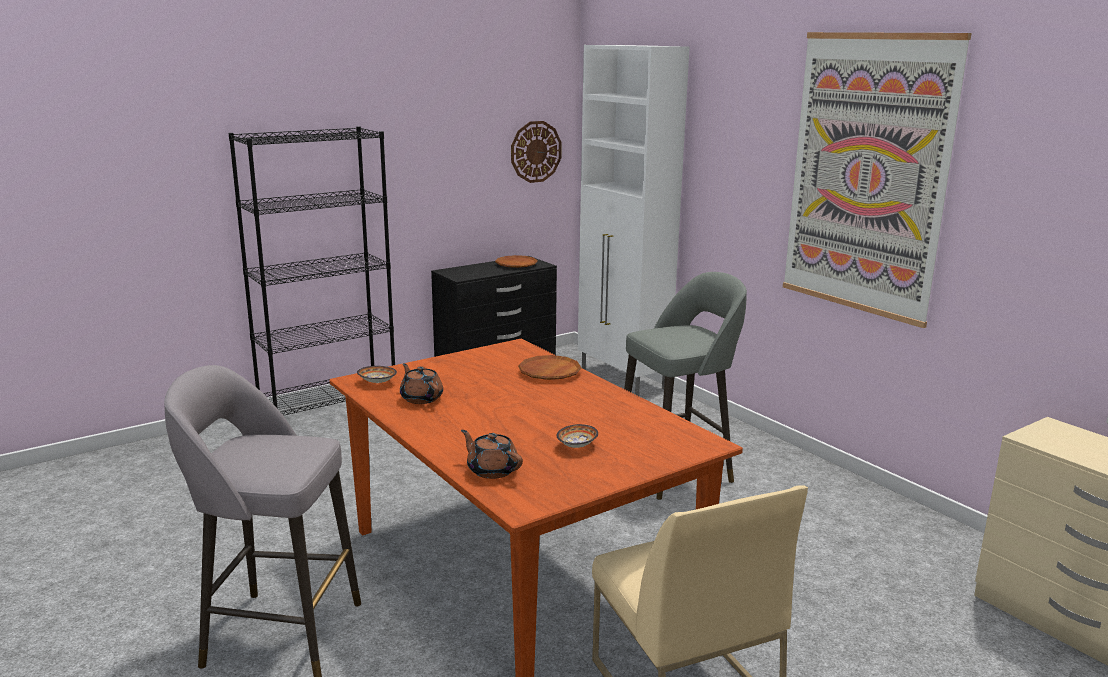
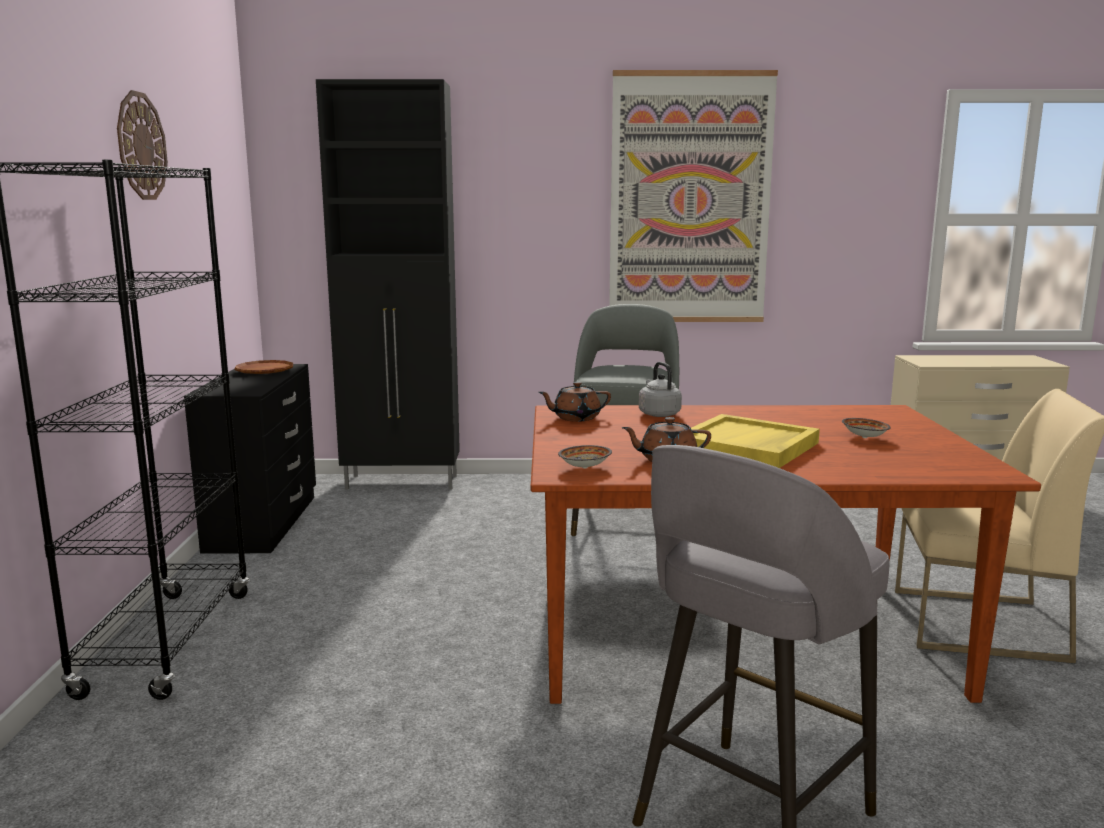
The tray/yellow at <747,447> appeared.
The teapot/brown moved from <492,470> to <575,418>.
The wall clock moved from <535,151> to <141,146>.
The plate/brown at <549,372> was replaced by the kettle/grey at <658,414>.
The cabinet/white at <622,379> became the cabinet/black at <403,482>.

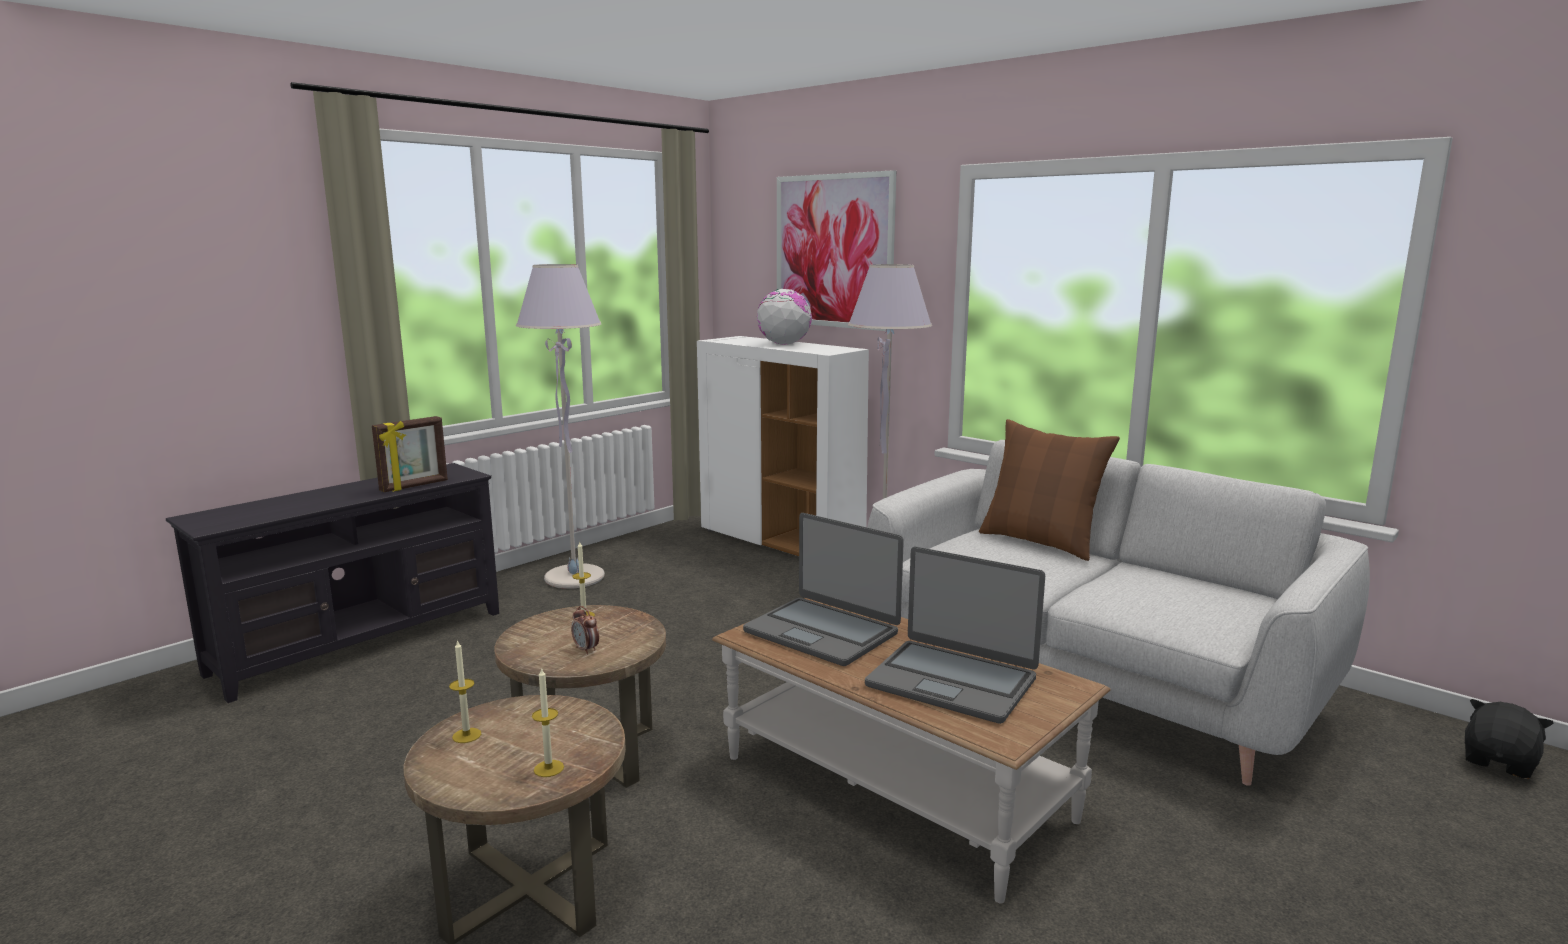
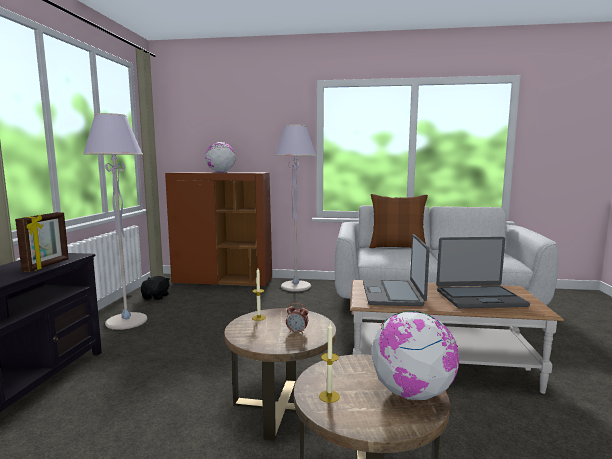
The picture at <833,251> disappeared.
The plush toy/black moved from <1500,762> to <156,297>.
The candle at <548,768> was replaced by the globe at <412,393>.
The cabinet/white at <781,542> became the cabinet/brown at <223,281>.
The laptop at <822,632> turned 90 degrees clockwise.

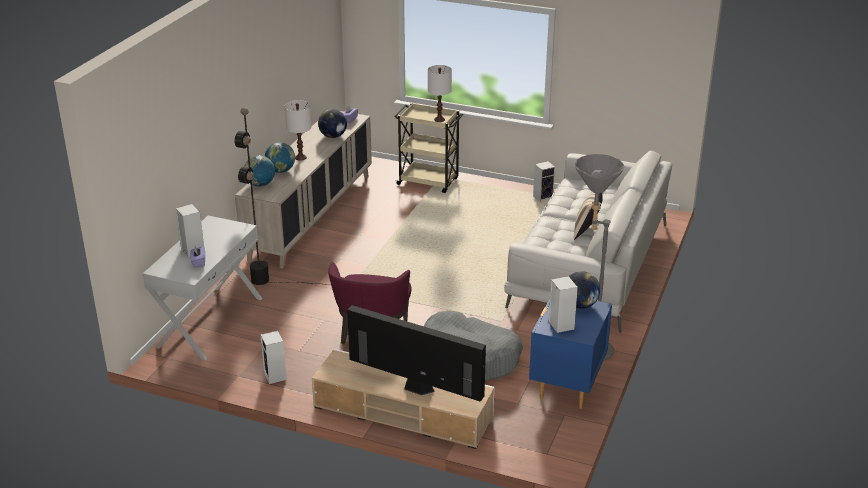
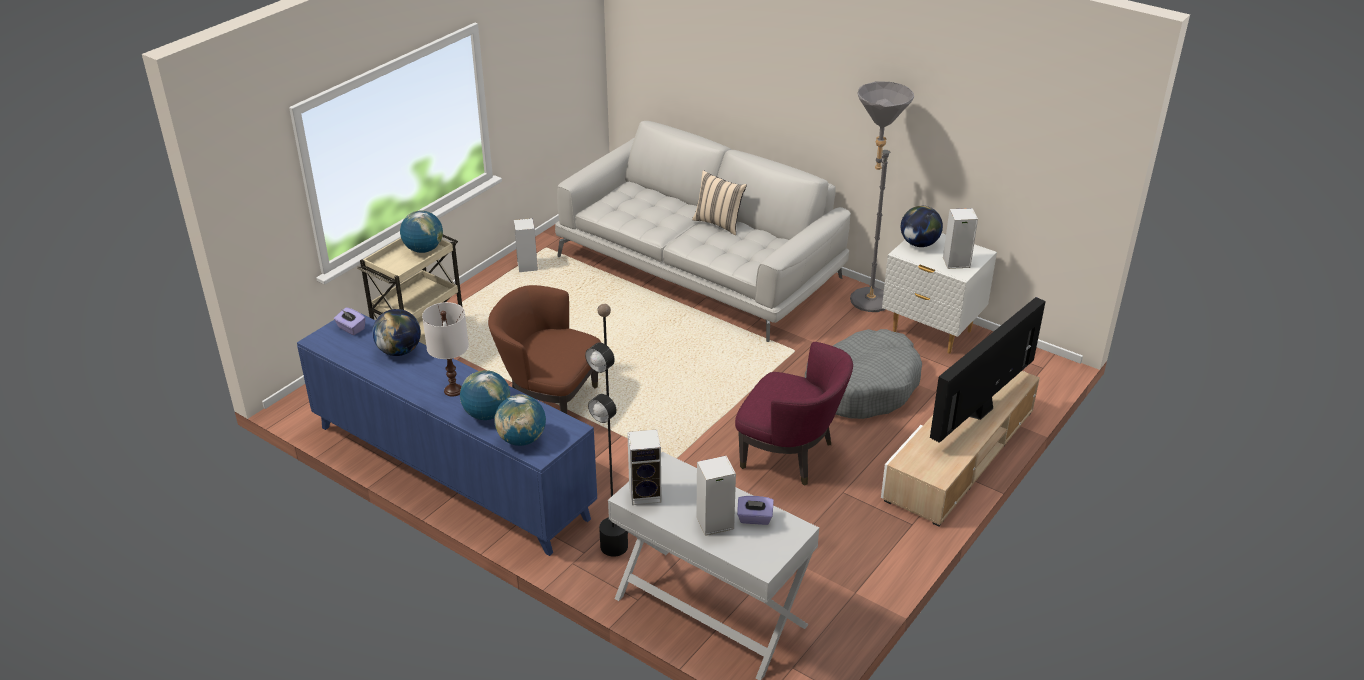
The armchair/brown at <549,400> appeared.
The speaker moved from <276,377> to <646,494>.
The table lamp/white at <439,119> was replaced by the globe at <424,249>.
The cabinet/beige at <310,216> became the cabinet/blue at <450,472>.
The nightstand/blue at <567,386> became the nightstand/white at <931,332>.

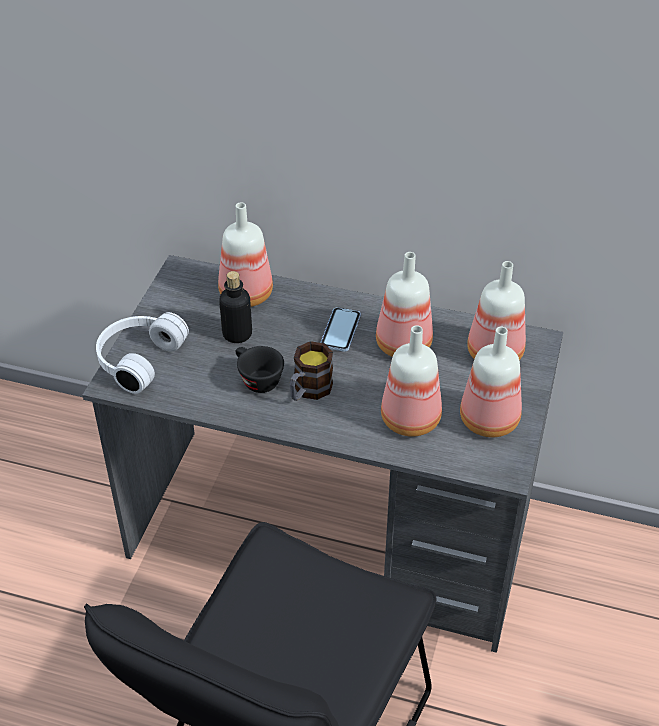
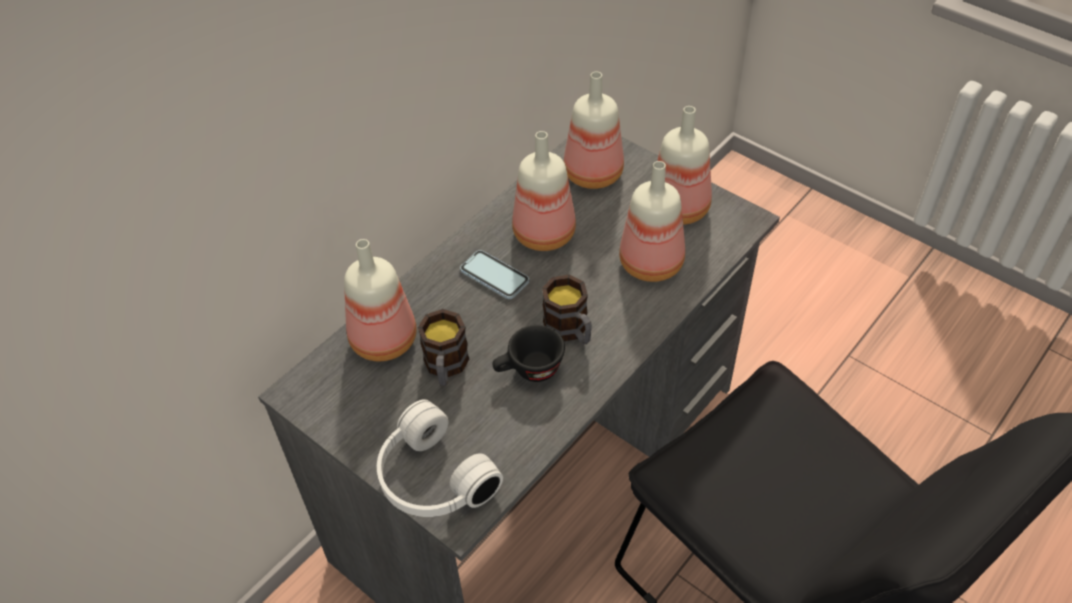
The bottle at <237,334> was replaced by the mug at <445,367>.

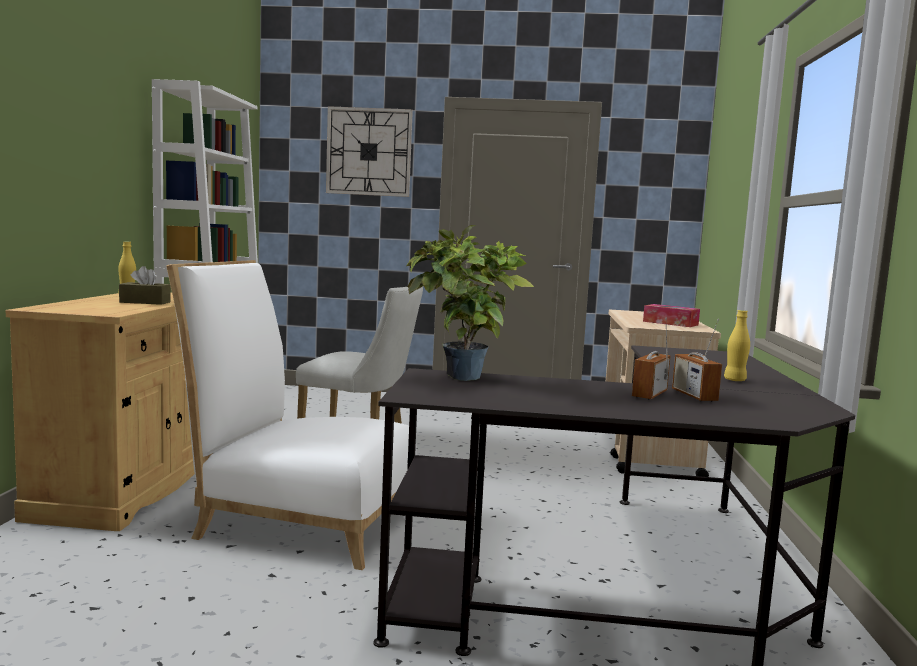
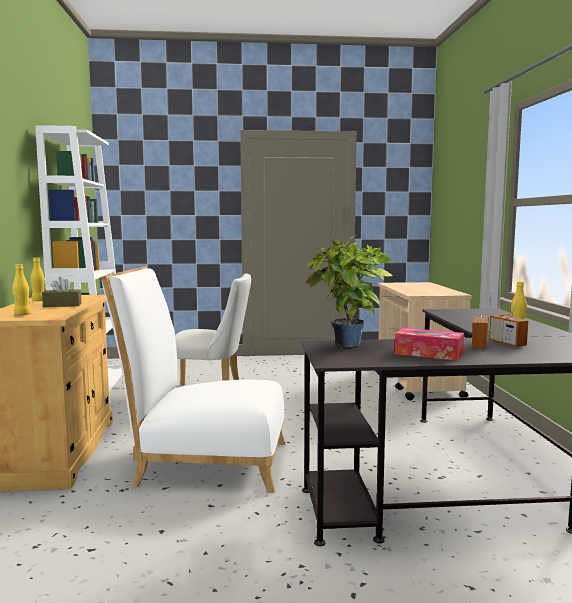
The wall clock at <369,152> disappeared.
The bottle/yellow at <22,315> appeared.
The tissue box moved from <670,323> to <429,353>.

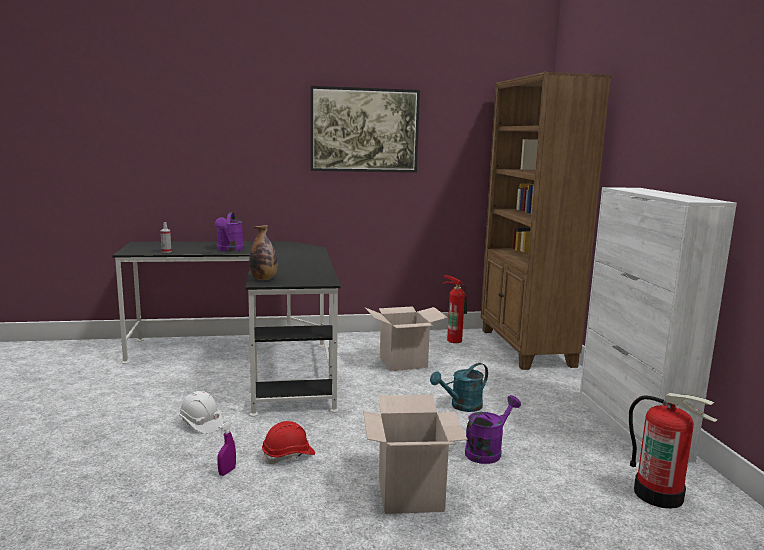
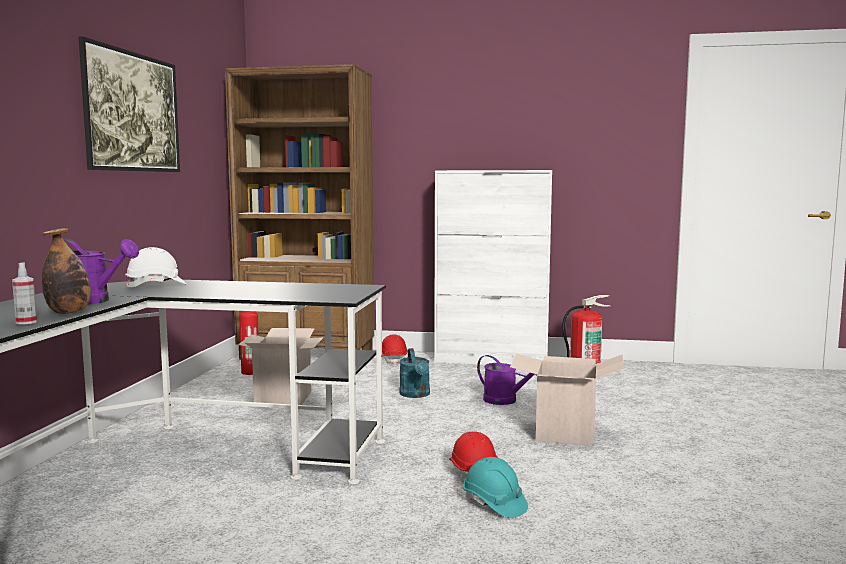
The hard hat/red at <393,359> appeared.
The hard hat/white moved from <200,423> to <156,286>.
The bottle moved from <264,279> to <69,312>.
The spray bottle/purple at <227,471> was replaced by the hard hat/turquoise at <494,504>.
The watering can/purple at <487,451> turned 150 degrees clockwise.

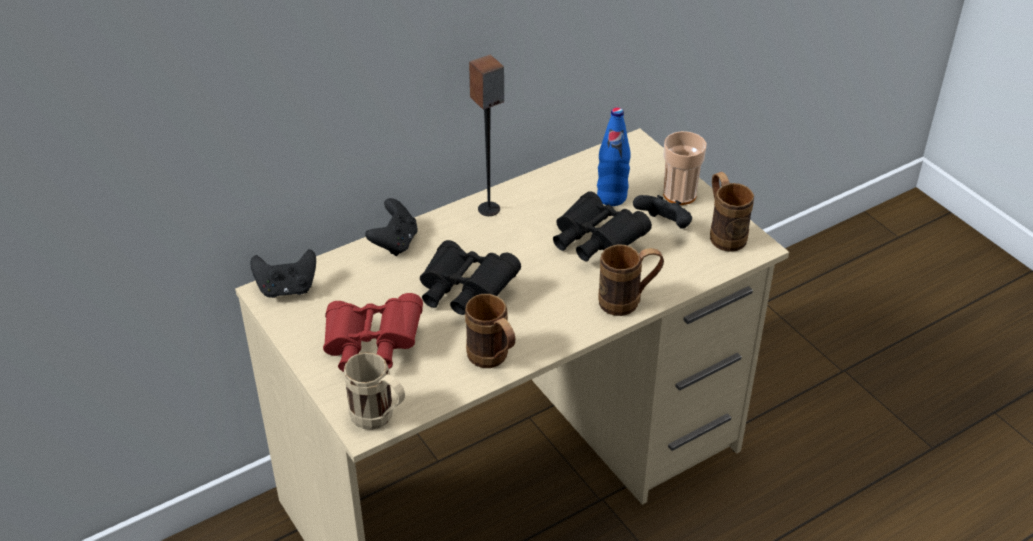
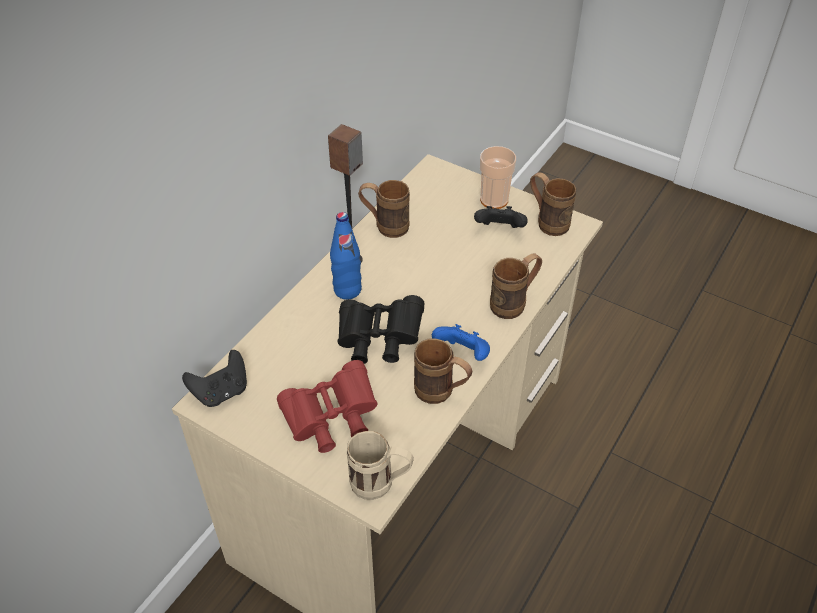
The game controller/black at <395,243> disappeared.
The binoculars/black at <595,242> disappeared.
The mug/brown at <385,226> appeared.
The game controller/blue at <463,354> appeared.
The bottle/blue moved from <611,197> to <347,290>.

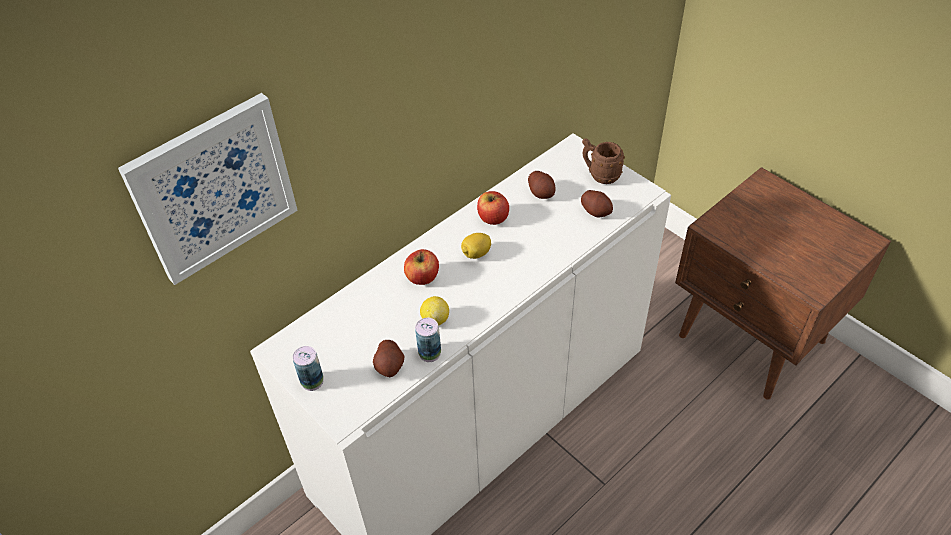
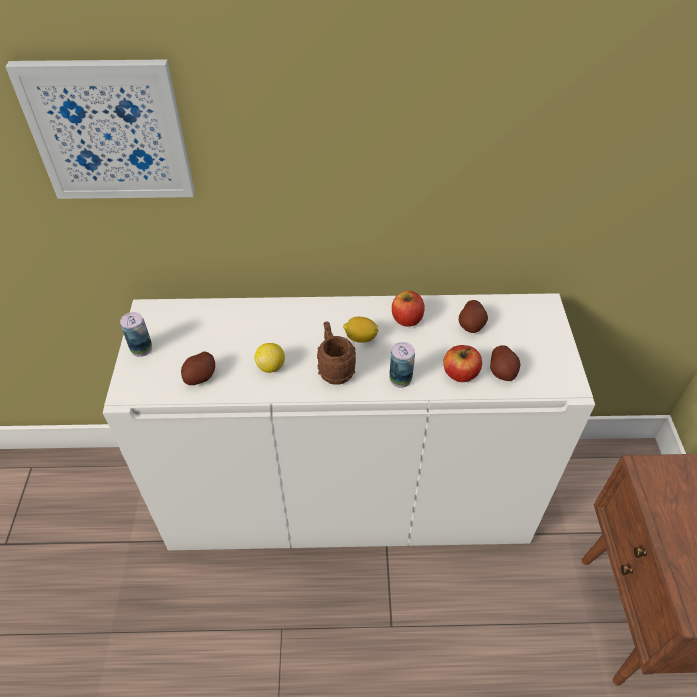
The apple moved from <422,277> to <460,374>.
The can moved from <429,353> to <400,379>.
The mug/brown moved from <600,174> to <334,369>.

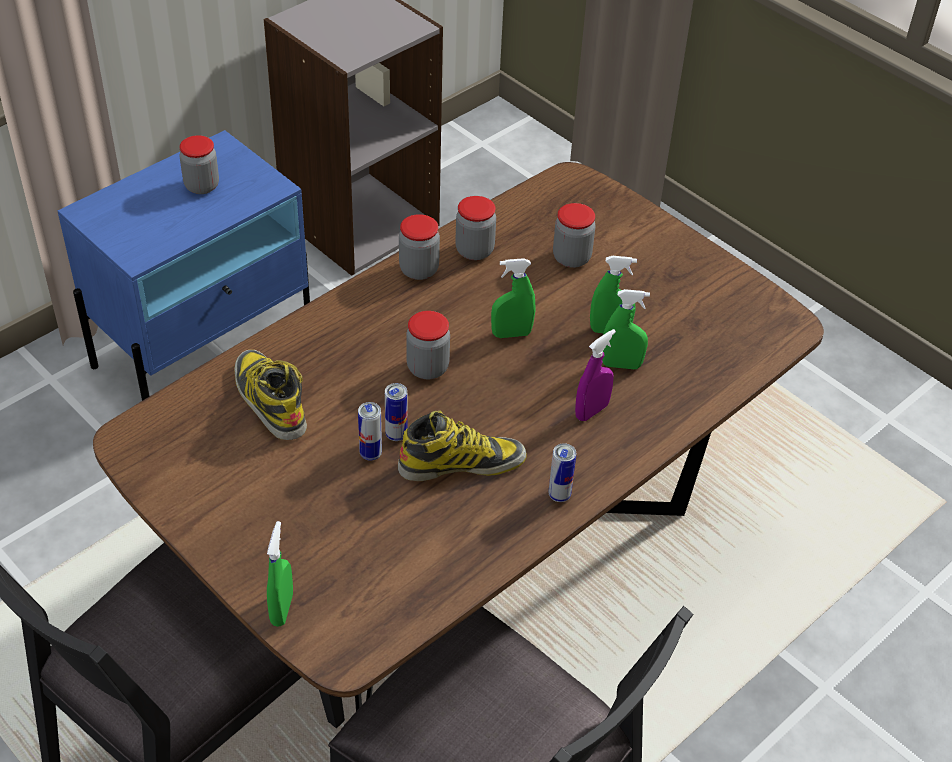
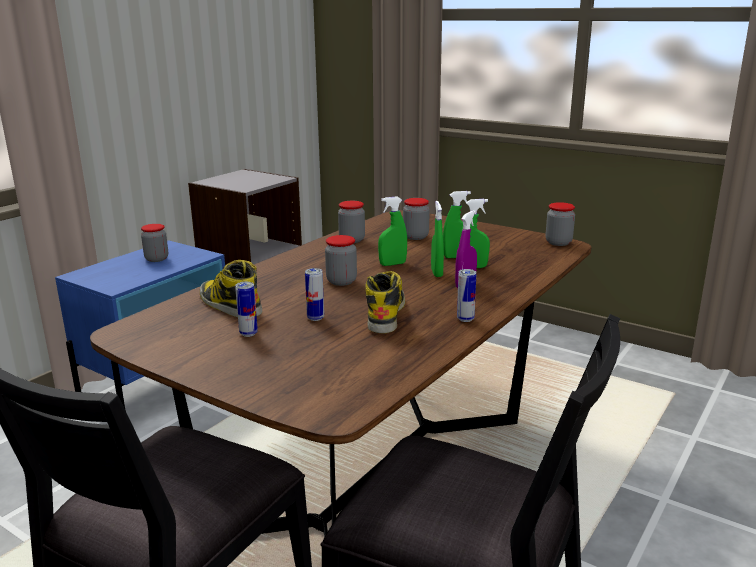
The spray bottle/green moved from <282,609> to <436,273>.
The can moved from <396,435> to <248,333>.
The jar moved from <419,270> to <558,242>.
The boot at <461,463> turned 60 degrees counterclockwise.

